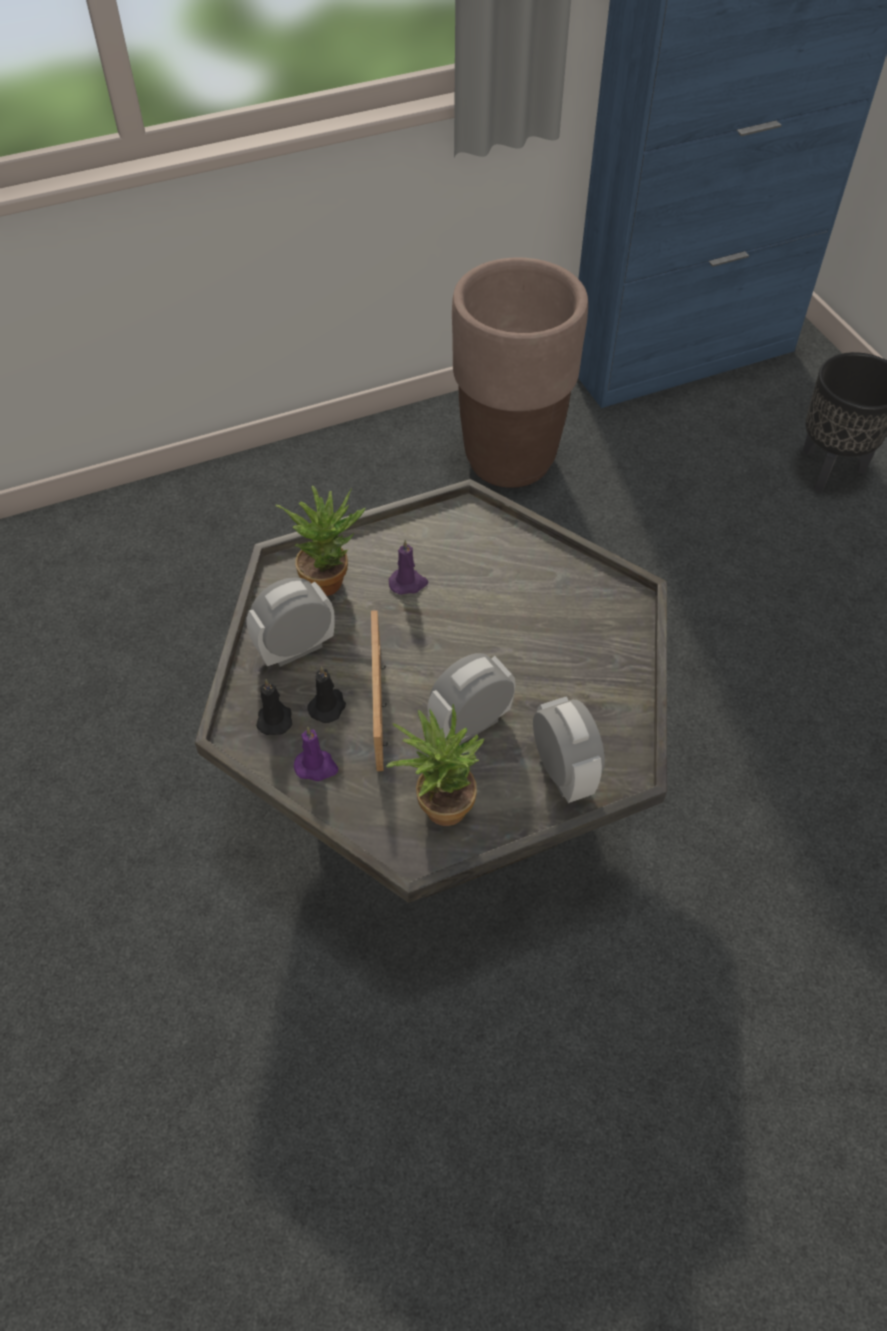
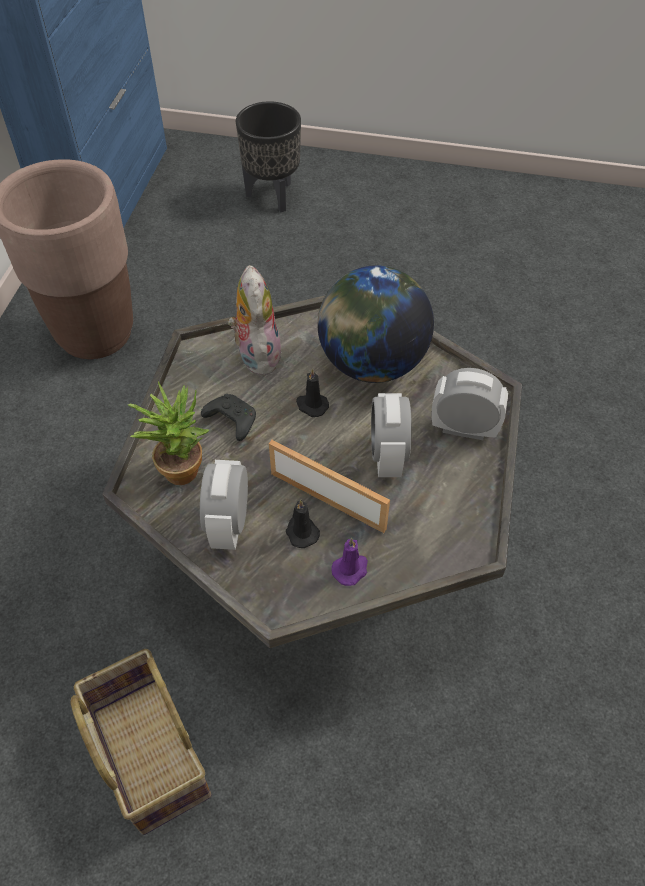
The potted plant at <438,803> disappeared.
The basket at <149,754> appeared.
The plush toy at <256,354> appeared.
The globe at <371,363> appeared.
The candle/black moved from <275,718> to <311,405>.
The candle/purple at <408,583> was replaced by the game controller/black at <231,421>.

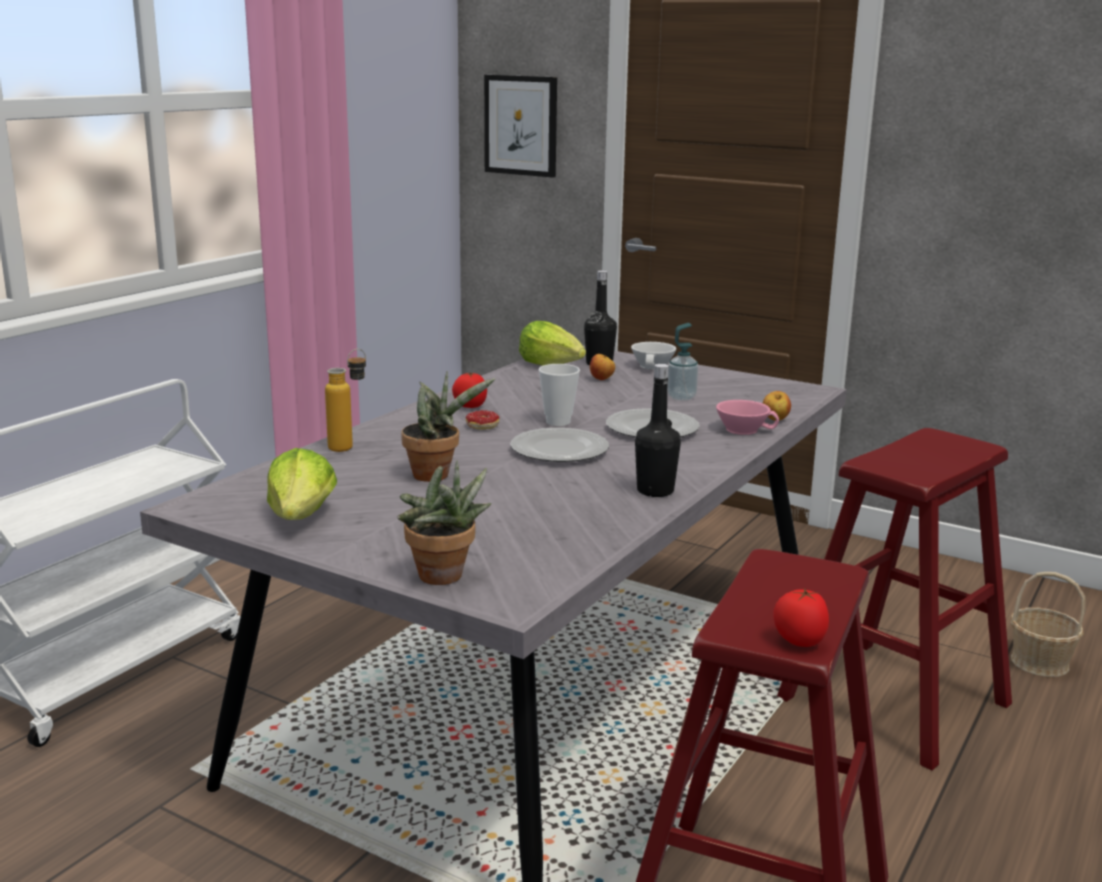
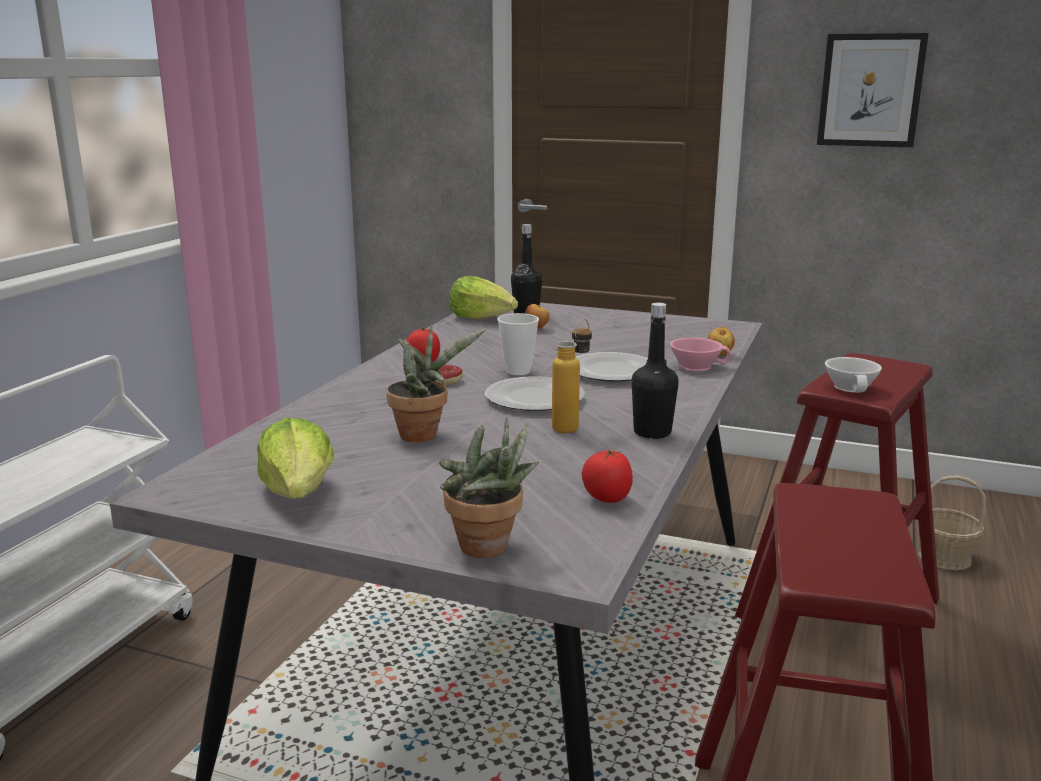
The soap dispenser at <681,397> disappeared.
The bottle moved from <349,446> to <572,426>.
The picture moved from <521,125> to <870,90>.
The cup/white moved from <654,366> to <853,387>.
The tomato moved from <799,642> to <606,499>.

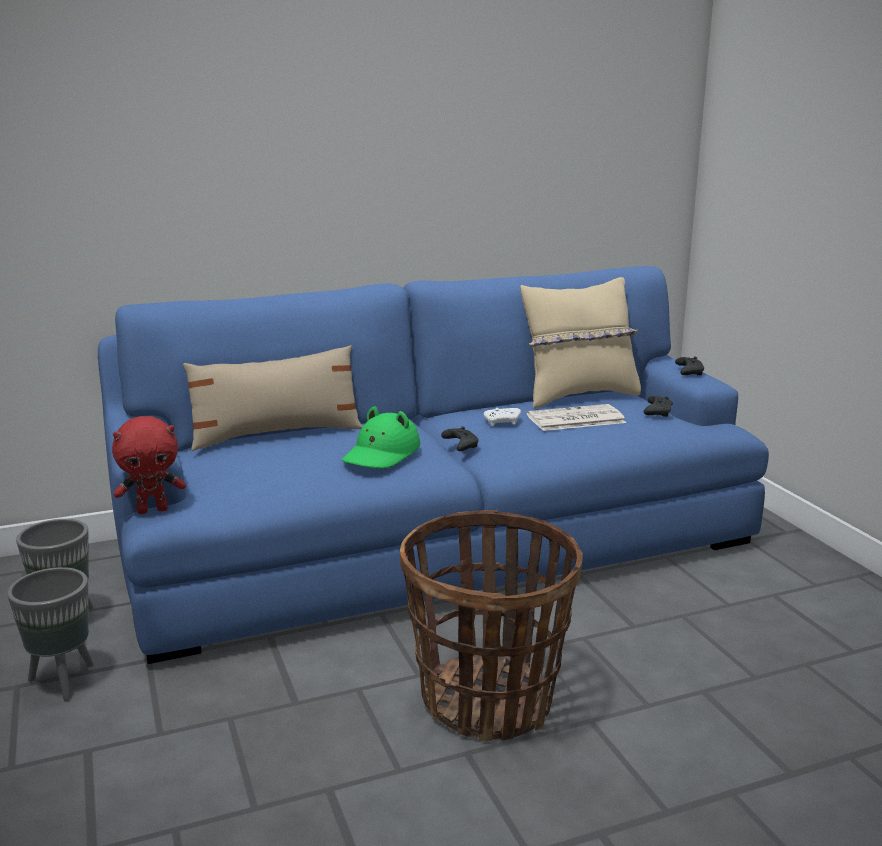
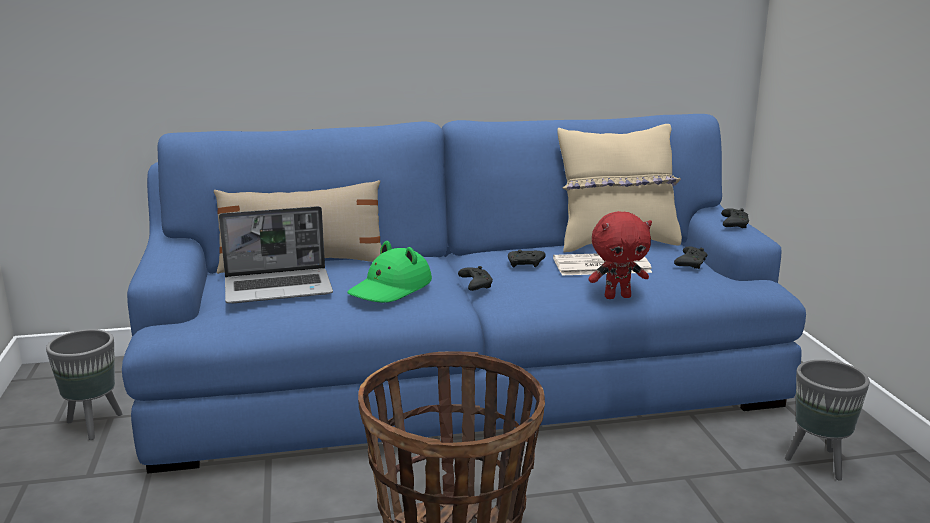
The laptop at <279,288> appeared.
The planter/grey moved from <63,681> to <818,463>.
The plush toy/red moved from <153,510> to <617,296>.
The game controller/white at <503,422> became the game controller/black at <526,264>.

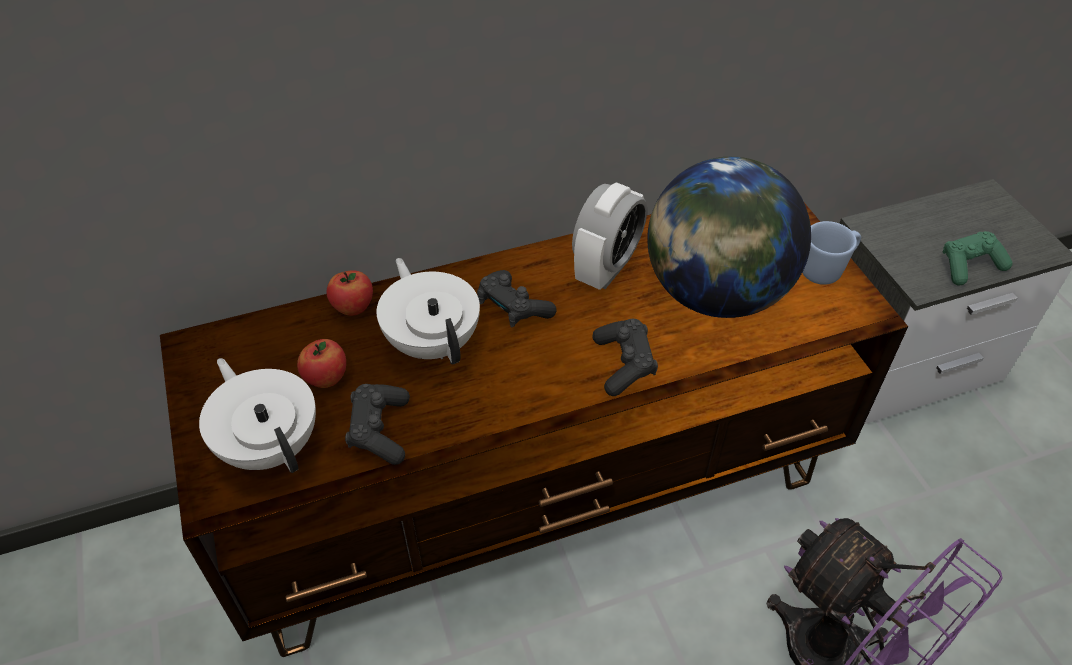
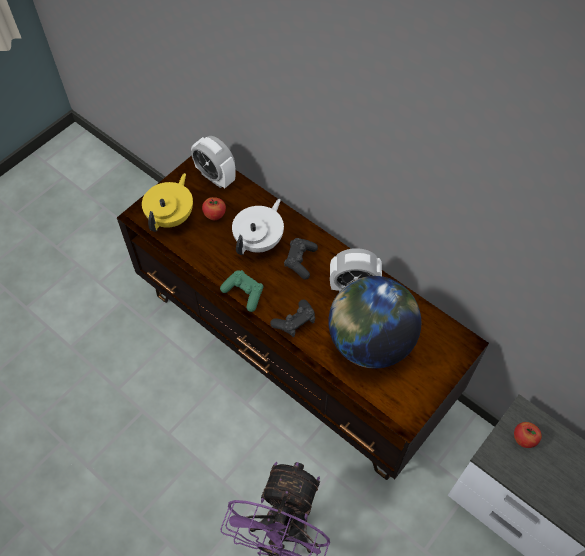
The game controller/black at <380,431> disappeared.
The mug/blue at <826,270> disappeared.
The alarm clock at <215,177> appeared.
The apple moved from <353,308> to <523,439>.
The game controller/green moved from <969,266> to <244,293>.
The teapot/white at <270,444> became the teapot/yellow at <171,217>.

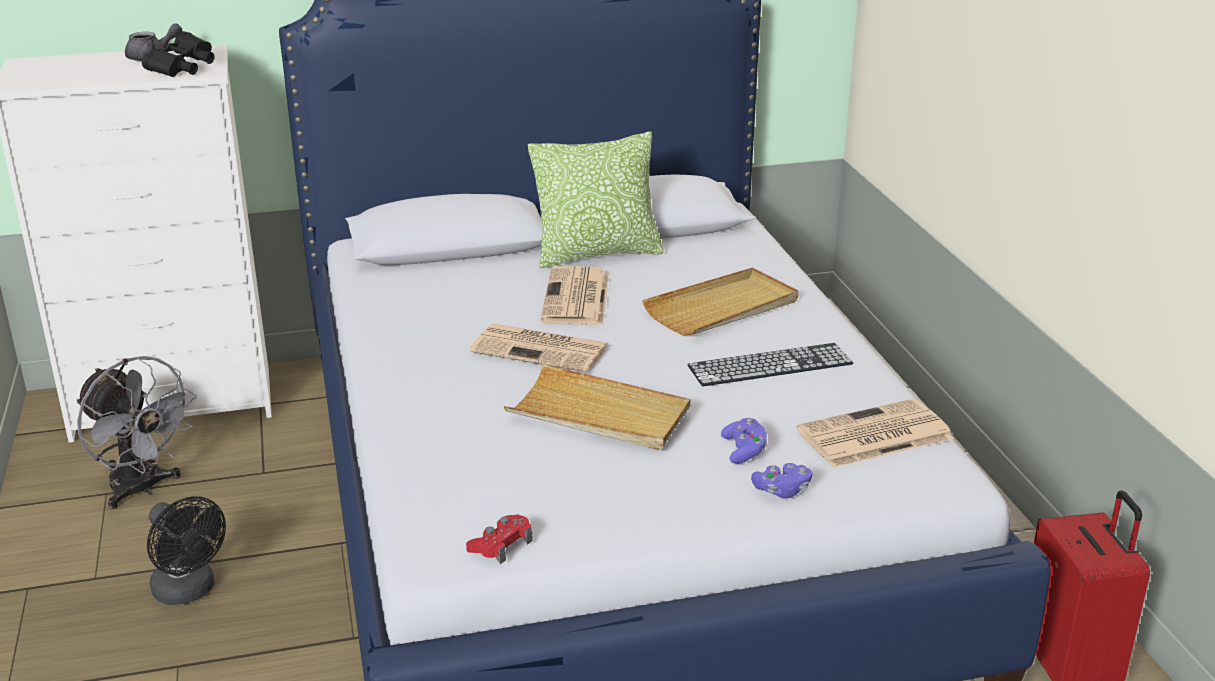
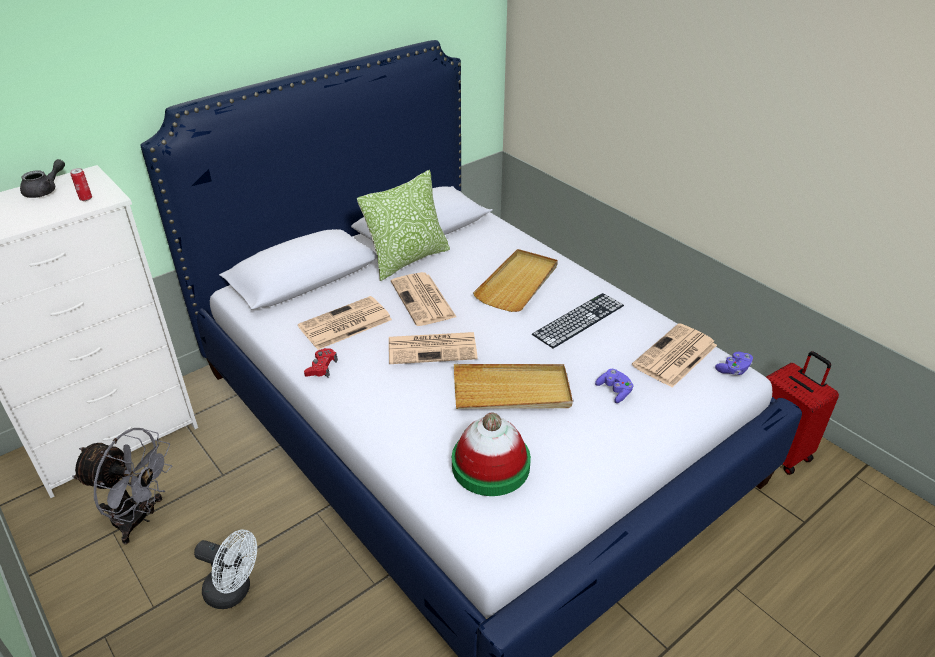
The newspaper at <344,324> appeared.
The hat at <490,465> appeared.
The game controller/red moved from <501,545> to <321,367>.
The game controller/purple moved from <782,490> to <733,369>.
The binoculars/black at <183,69> was replaced by the can at <86,199>.
The fan/black at <189,591> became the fan/white at <234,591>.

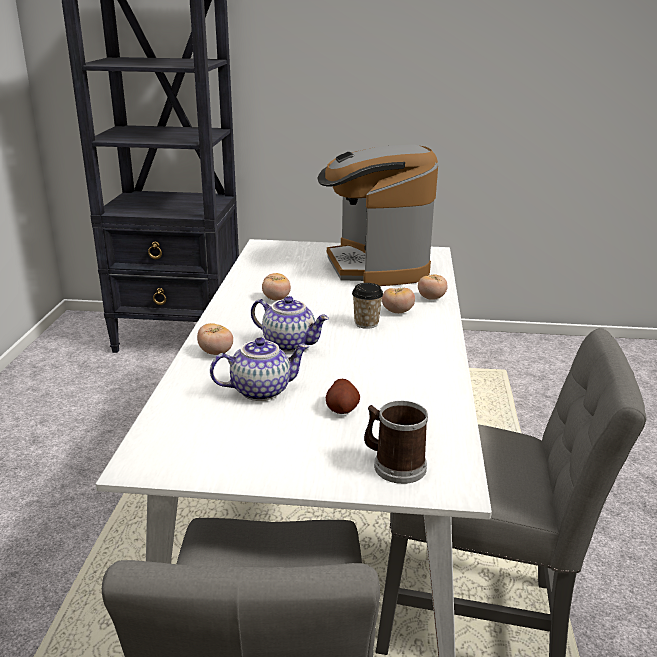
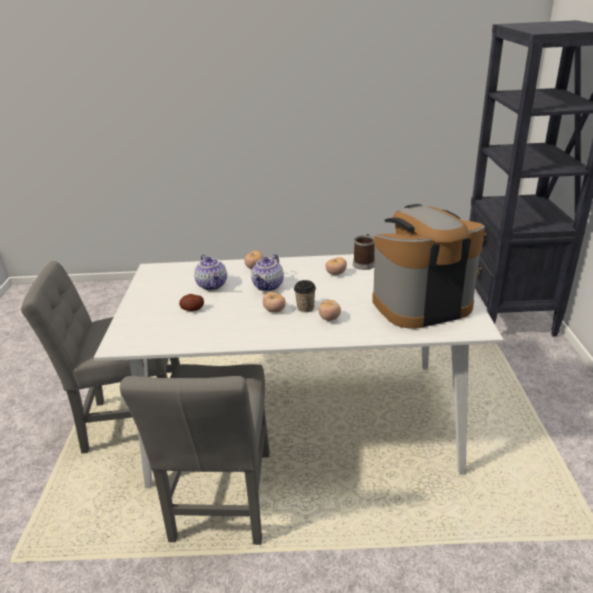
The mug moved from <394,465> to <364,263>.
The tomato moved from <431,298> to <274,310>.

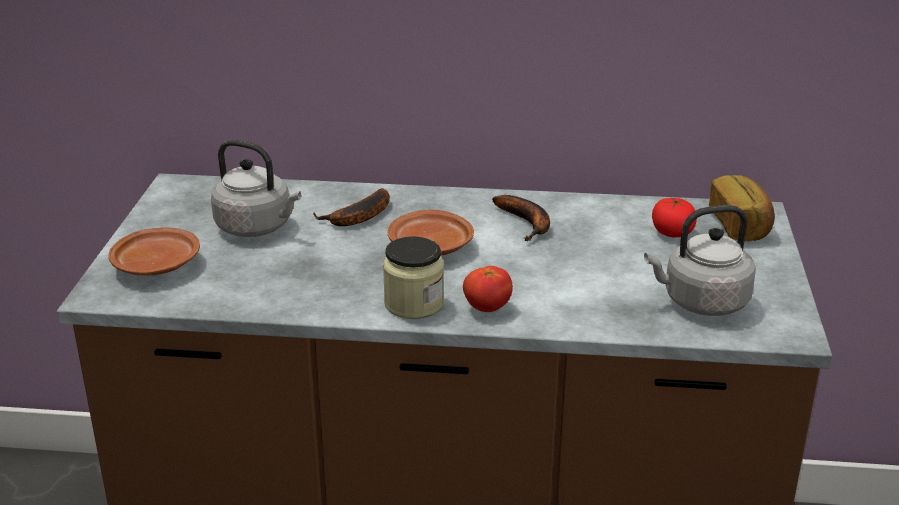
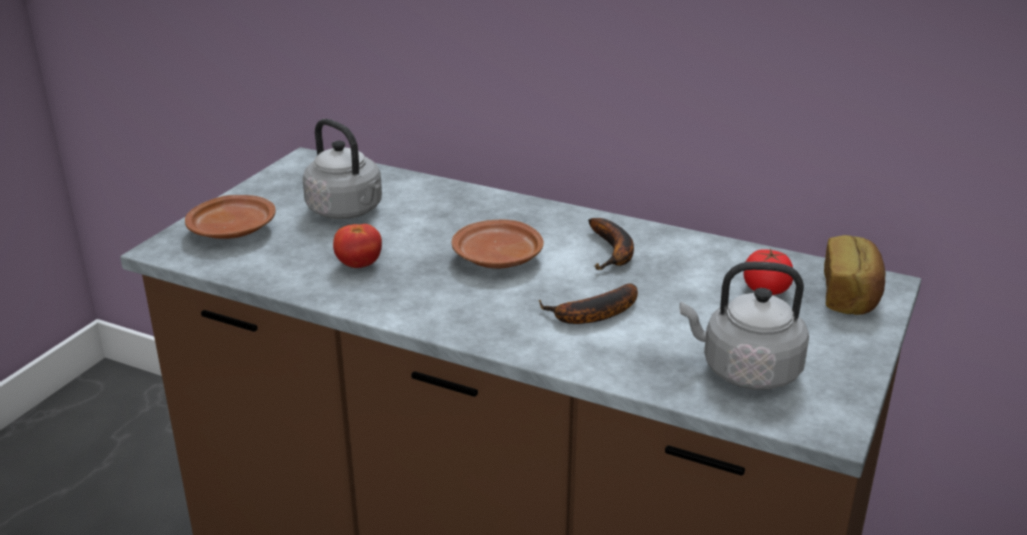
The jar at <414,304> disappeared.
The banana moved from <358,218> to <591,315>.
The tomato moved from <487,308> to <359,265>.

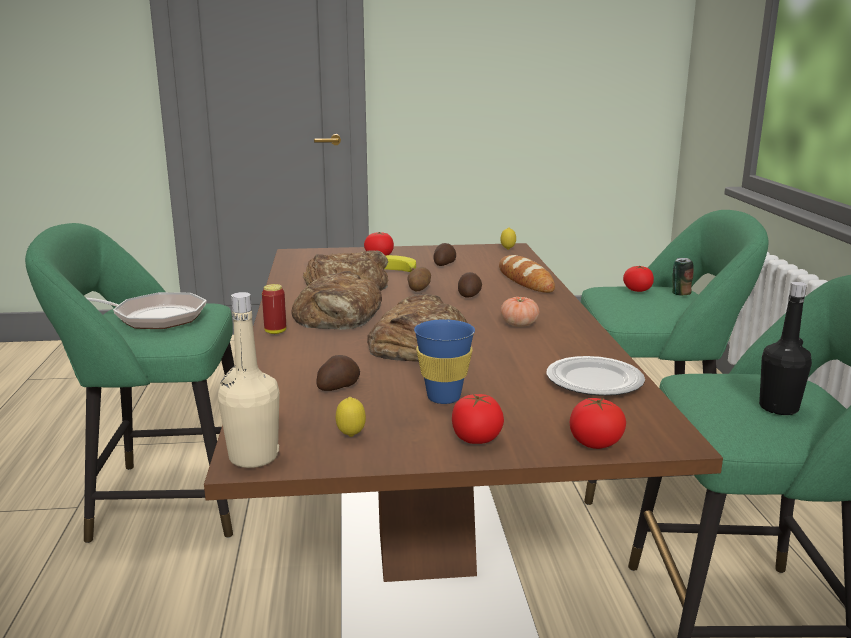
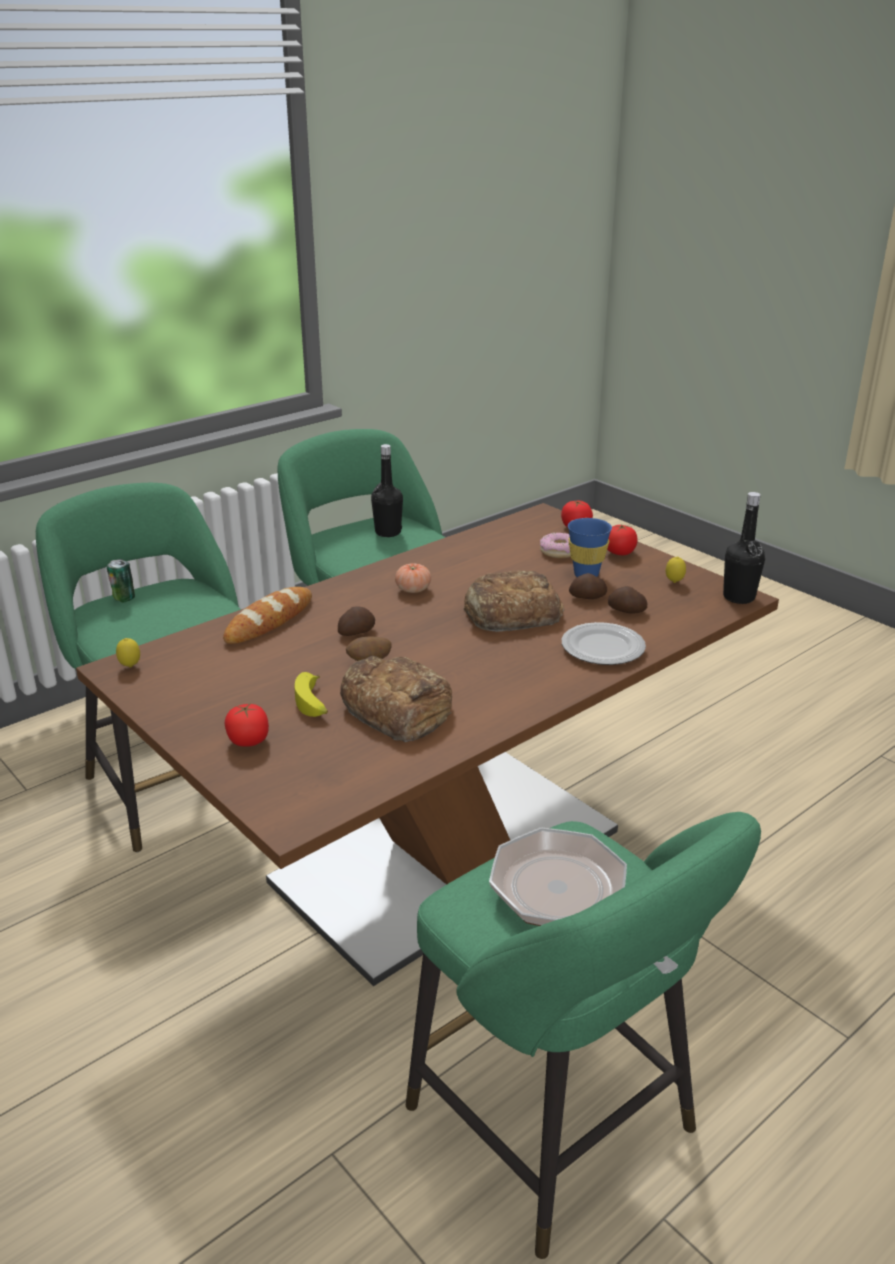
The can at <275,331> disappeared.
The bread at <339,315> disappeared.
The tomato at <637,290> disappeared.
The donut at <559,551> appeared.
The potato moved from <444,264> to <588,597>.
The plate moved from <595,381> to <602,648>.
The bottle/beige at <253,457> became the bottle/black at <739,597>.

